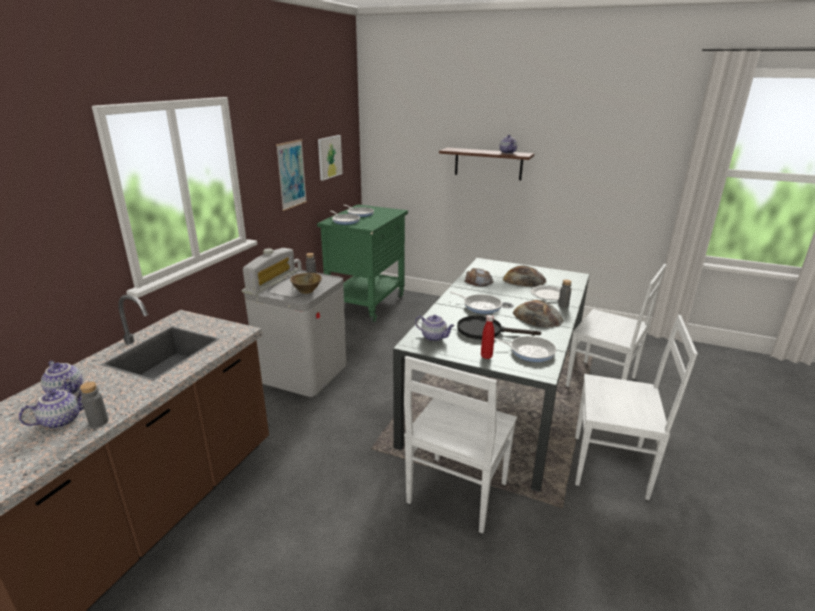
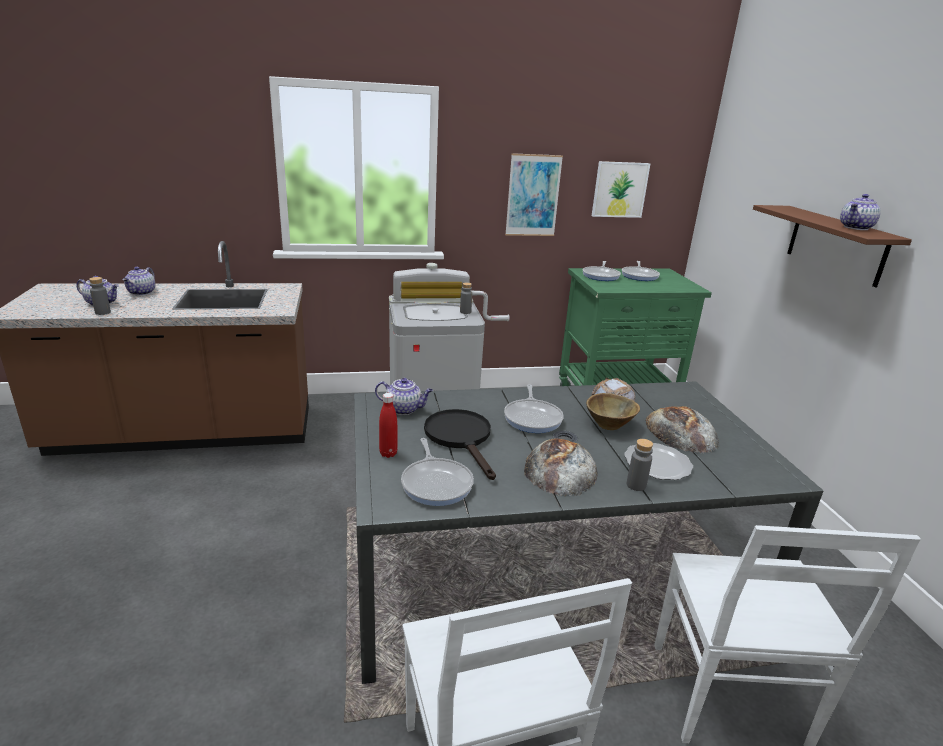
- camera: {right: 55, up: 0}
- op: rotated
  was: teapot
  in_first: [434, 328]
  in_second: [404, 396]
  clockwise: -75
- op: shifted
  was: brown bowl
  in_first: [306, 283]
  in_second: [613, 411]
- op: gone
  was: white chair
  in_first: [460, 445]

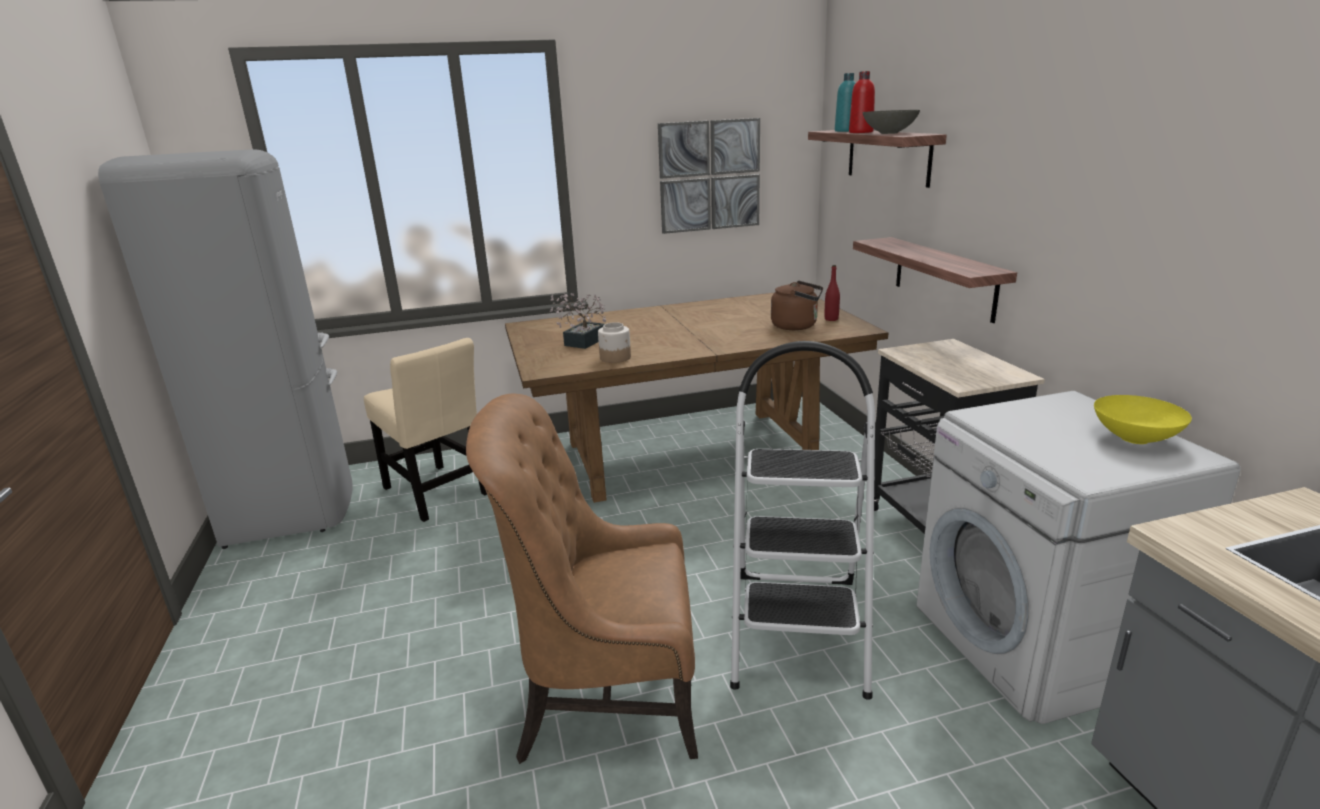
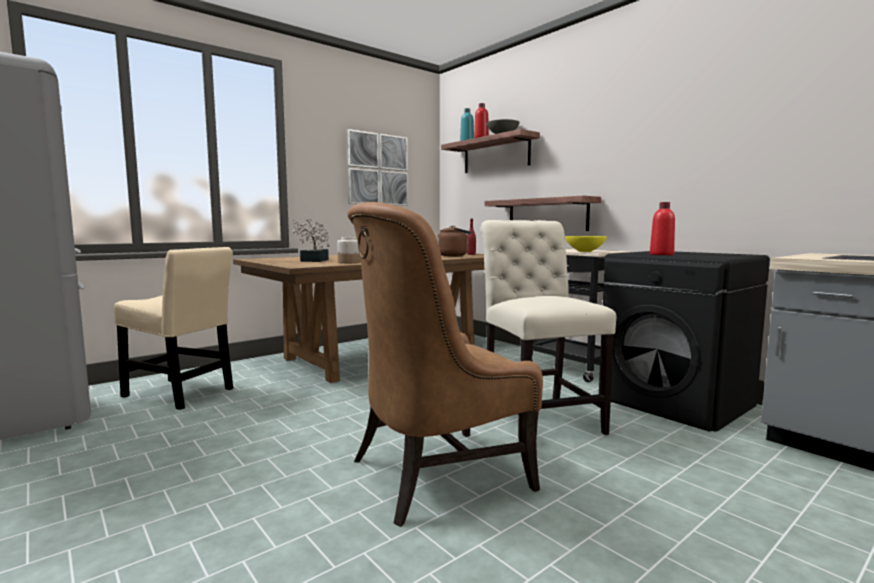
- camera: {right: -25, up: -15}
- op: swapped
  was: step ladder
  now: beige chair
  in_first: [802, 520]
  in_second: [548, 327]
- op: shifted
  was: yellow bowl
  in_first: [1143, 419]
  in_second: [586, 244]
- op: repainted
  was: white washing machine
  now: black washing machine
  in_first: [1078, 557]
  in_second: [684, 341]
- op: new
  now: red bottle
  in_second: [662, 228]

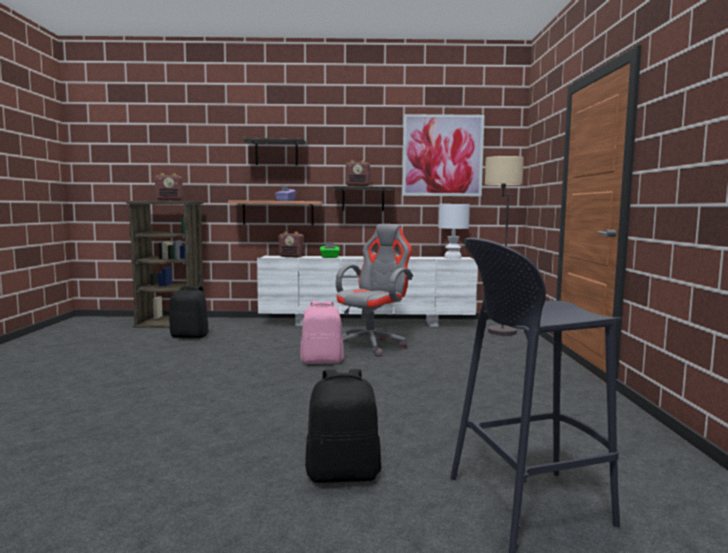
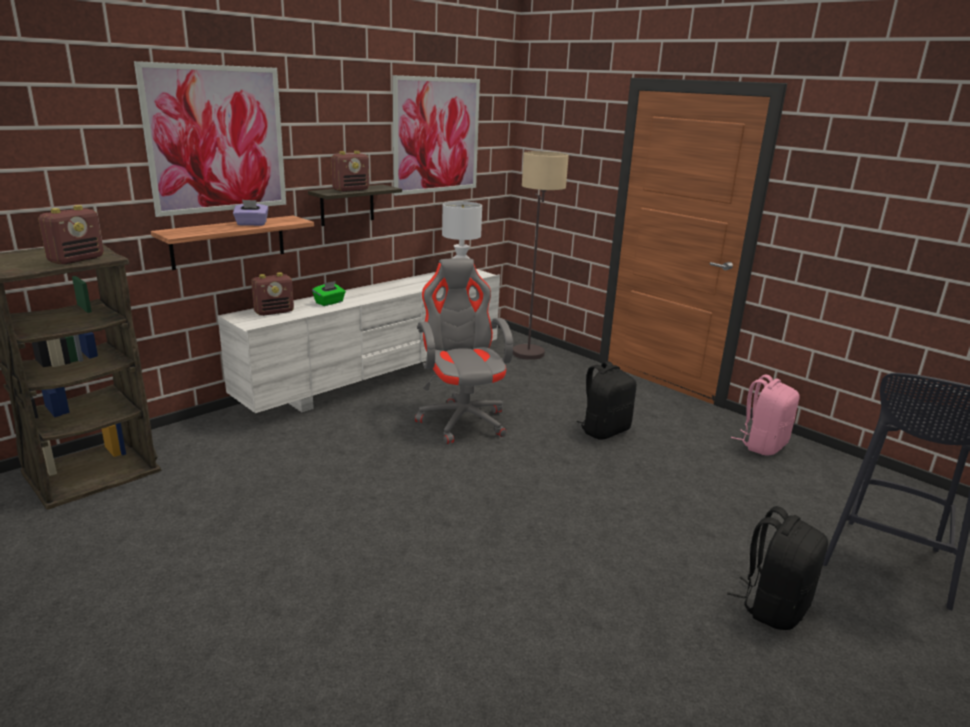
- camera: {right: -45, up: 15}
- op: swapped
  was: shelf
  now: picture
  in_first: [274, 151]
  in_second: [210, 139]
- op: shifted
  was: black backpack
  in_first: [189, 312]
  in_second: [606, 400]
- op: shifted
  was: pink backpack
  in_first: [322, 332]
  in_second: [765, 414]

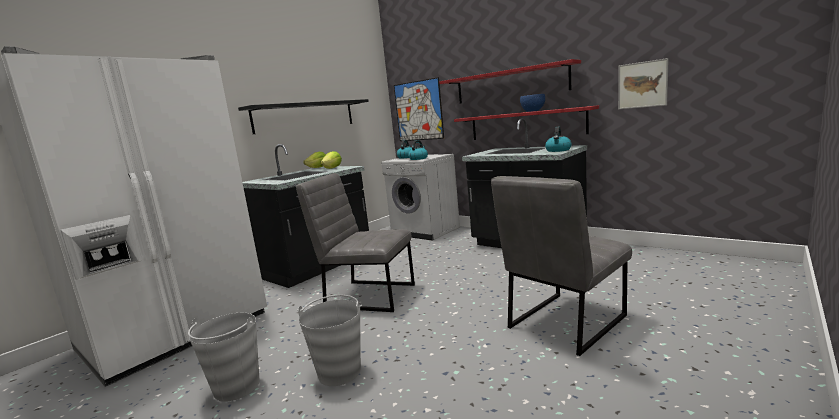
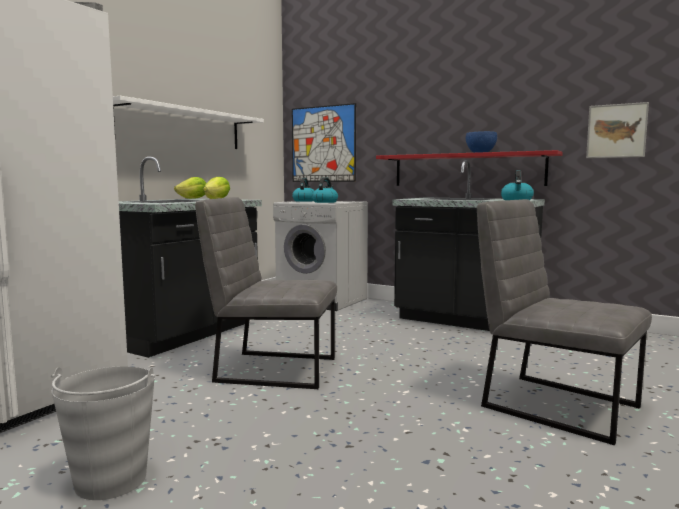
- camera: {right: -10, up: -5}
- op: repainted
  was: black shelf
  now: white shelf
  in_first: [303, 116]
  in_second: [188, 122]
- op: rotated
  was: grey chair
  in_first: [561, 266]
  in_second: [564, 322]
  clockwise: 90
- op: gone
  was: grey bucket
  in_first: [330, 340]
- op: gone
  was: red shelf
  in_first: [510, 81]

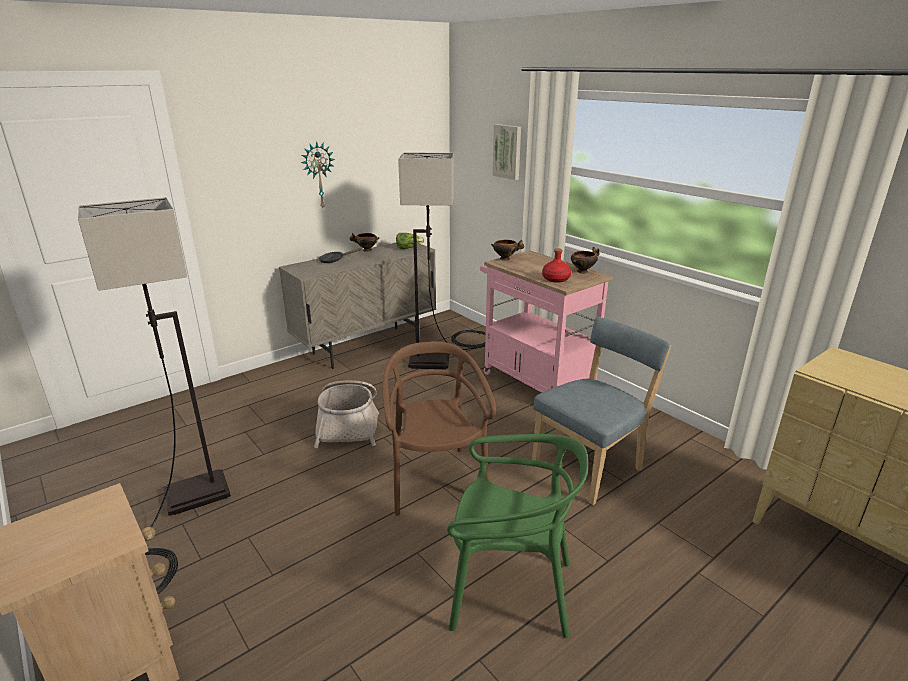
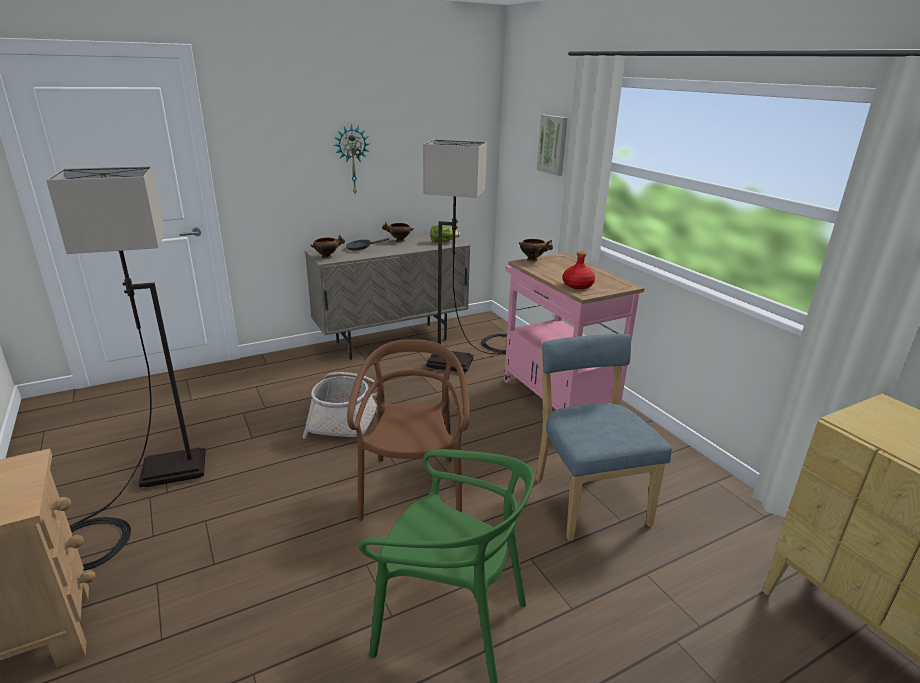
- camera: {right: 10, up: 0}
- op: shifted
  was: bowl
  in_first: [585, 260]
  in_second: [328, 247]
- op: rotated
  was: blue chair
  in_first: [601, 411]
  in_second: [603, 437]
  clockwise: -75

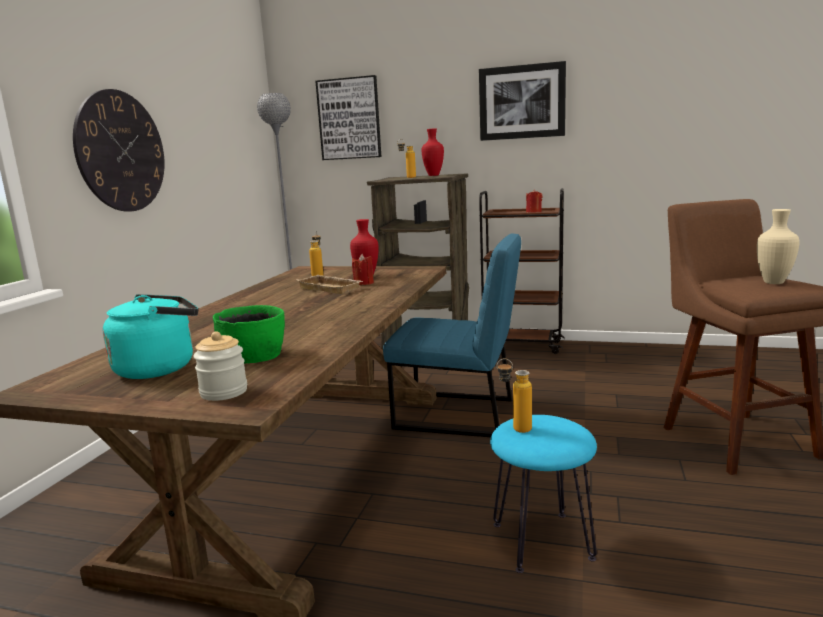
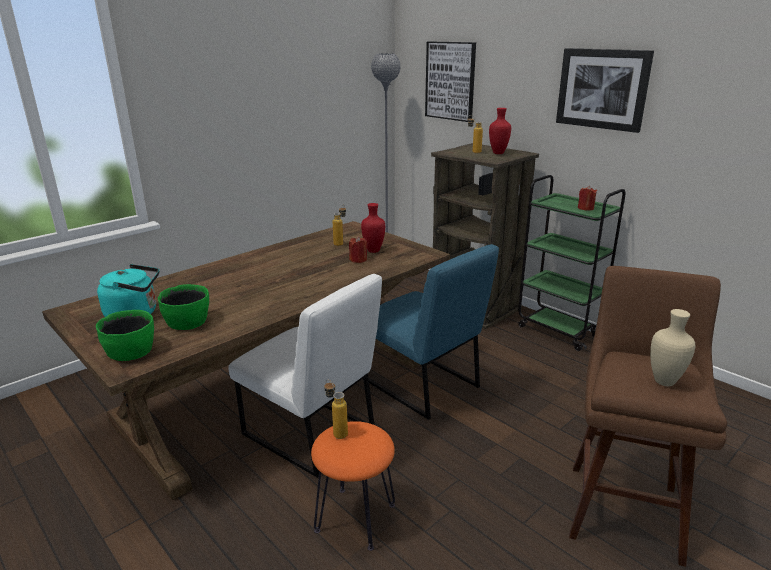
- camera: {right: 30, up: 10}
- op: swapped
  was: jar
  now: green bowl
  in_first: [220, 366]
  in_second: [125, 335]
- op: new
  now: white chair
  in_second: [305, 376]
- op: repainted
  was: turquoise stool
  now: orange stool
  in_first: [543, 494]
  in_second: [353, 486]
- op: repainted
  was: brown cart
  now: green cart
  in_first: [522, 271]
  in_second: [571, 263]
- op: gone
  was: wall clock
  in_first: [119, 150]
- op: gone
  was: beige tray
  in_first: [329, 284]

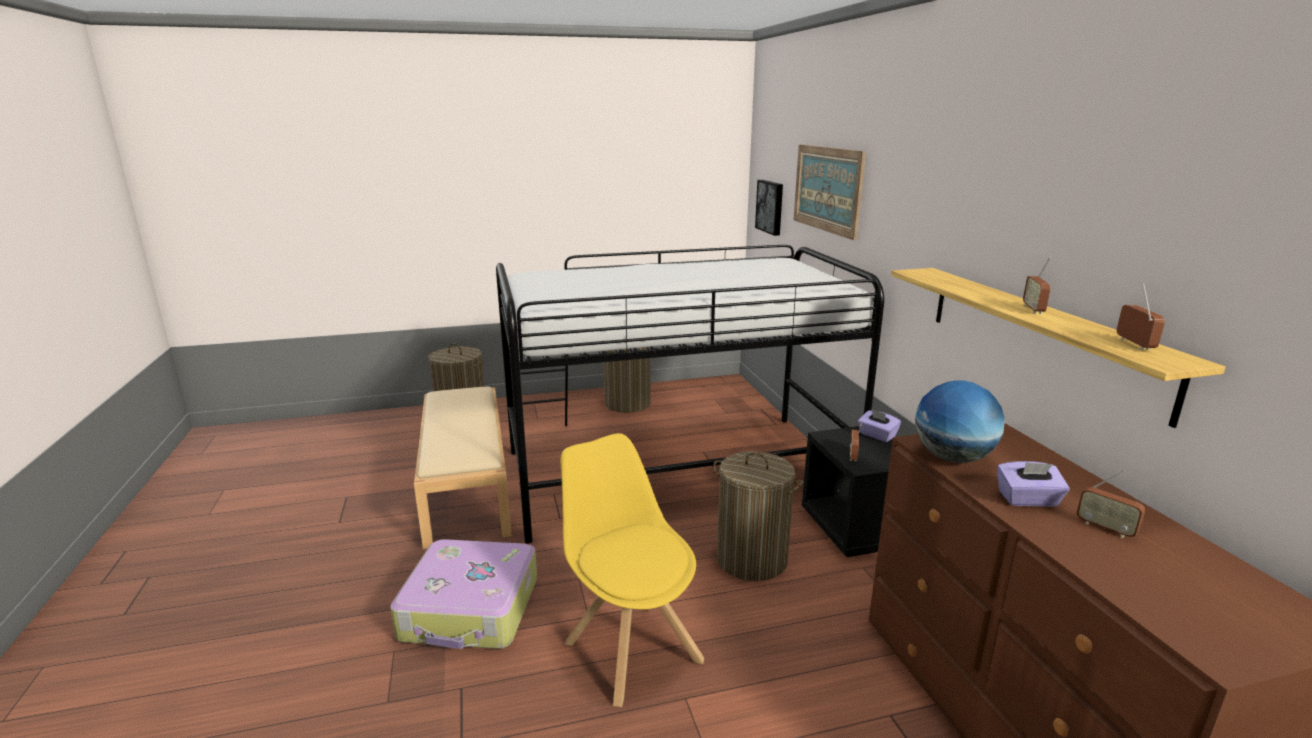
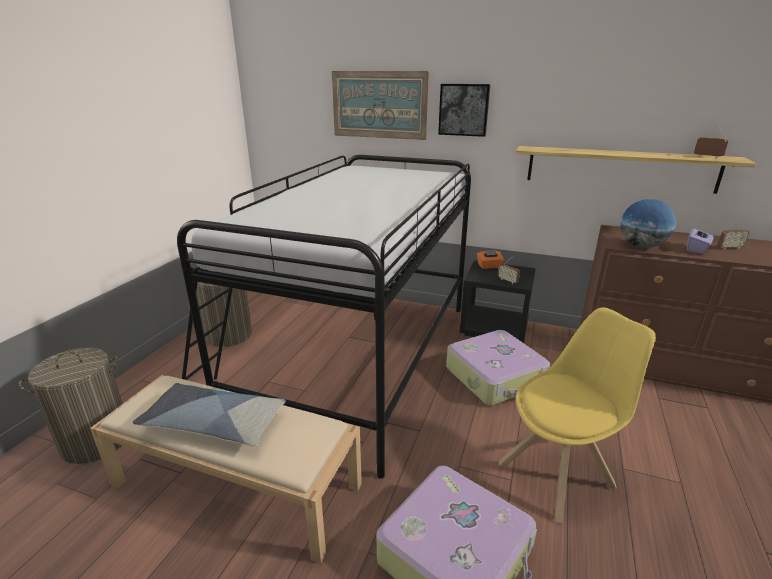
- camera: {right: -55, up: 5}
- op: new
  now: pillow
  in_second: [209, 415]
- op: shifted
  was: picture
  in_first: [769, 208]
  in_second: [464, 110]
- op: swapped
  was: laundry basket
  now: suitcase
  in_first: [758, 516]
  in_second: [498, 367]
- op: repainted
  was: purple tissue box
  now: orange tissue box
  in_first: [879, 425]
  in_second: [490, 259]
- op: rotated
  was: yellow chair
  in_first: [632, 570]
  in_second: [577, 415]
  clockwise: 150
- op: gone
  was: radio
  in_first: [1037, 285]

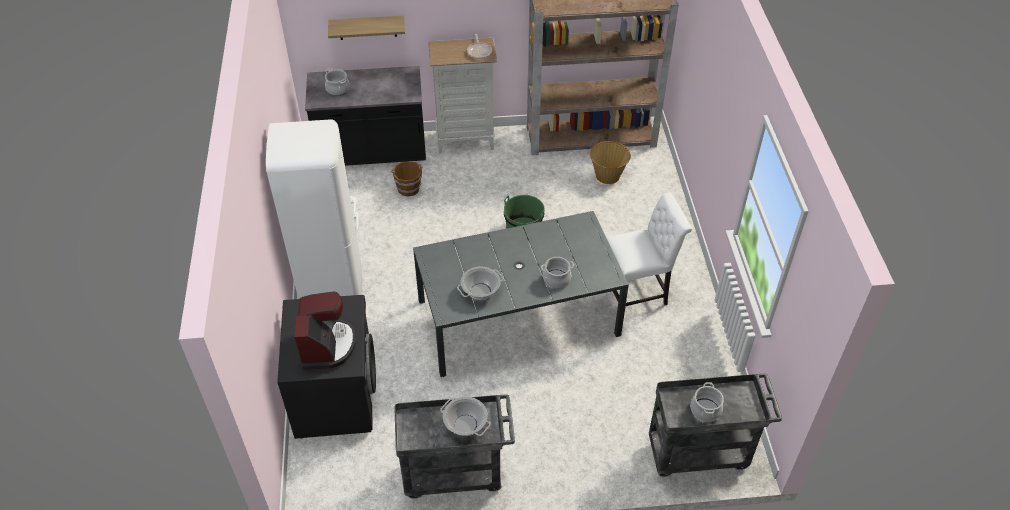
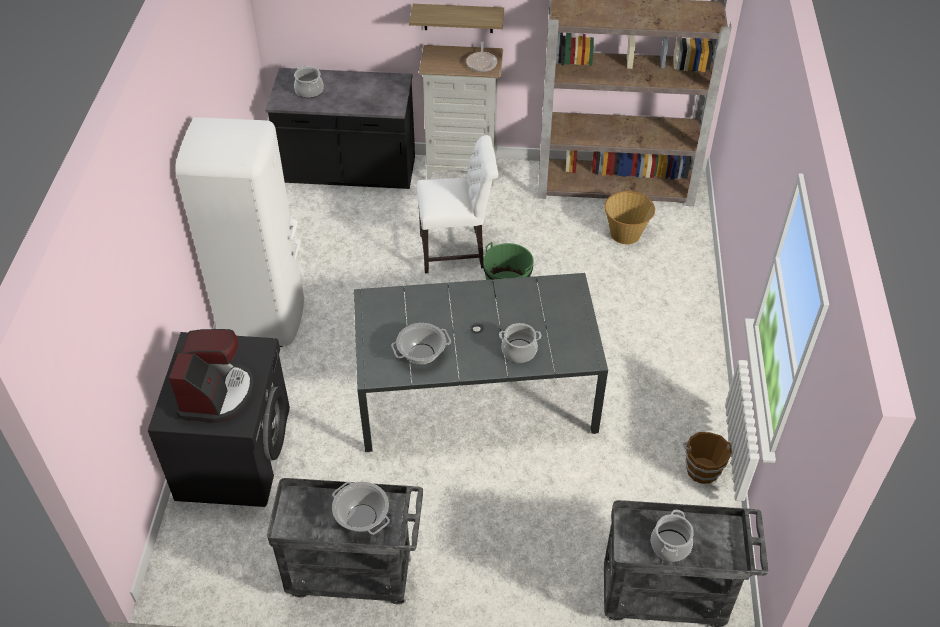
- camera: {right: 10, up: 0}
- op: shifted
  was: shelf
  in_first: [366, 28]
  in_second: [456, 18]
- op: shifted
  was: white chair
  in_first: [649, 249]
  in_second: [457, 204]
- op: shifted
  was: brown bucket
  in_first: [406, 179]
  in_second: [707, 458]

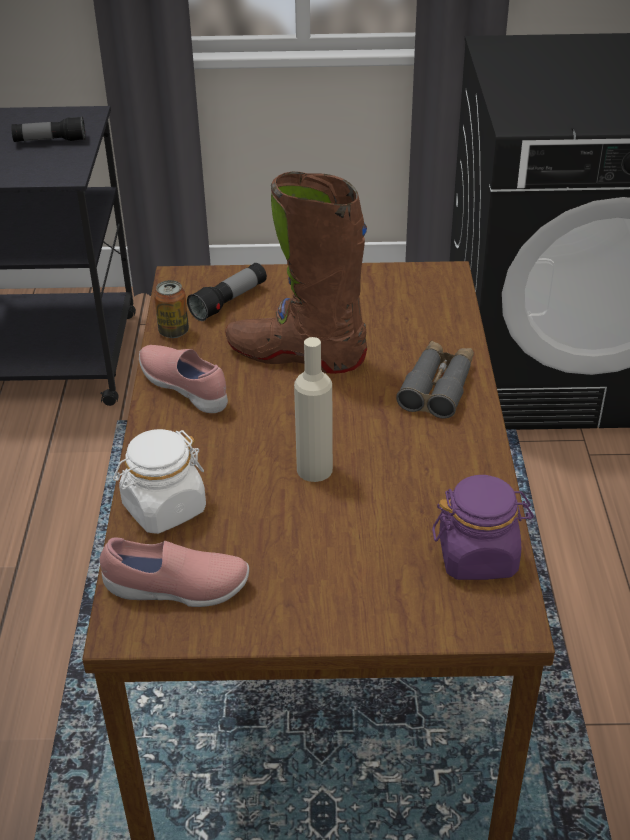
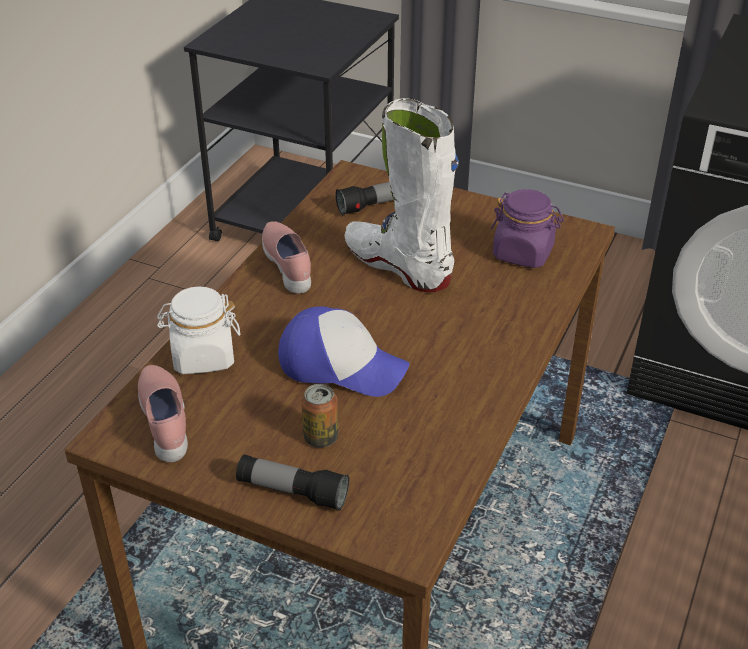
- camera: {right: 25, up: 0}
- op: rotated
  was: pink shoe
  in_first: [174, 572]
  in_second: [163, 413]
  clockwise: -135
- op: shifted
  was: flashlight
  in_first: [48, 129]
  in_second: [292, 482]
- op: swapped
  was: beige bottle
  now: cap
  in_first: [313, 409]
  in_second: [343, 351]
- op: shifted
  was: can
  in_first: [171, 309]
  in_second: [319, 416]
- op: repainted
  was: brown boot
  now: white boot
  in_first: [296, 273]
  in_second: [401, 195]
- op: shifted
  was: purple jar
  in_first: [483, 527]
  in_second: [527, 228]
- op: gone
  was: grey binoculars
  in_first: [435, 380]

